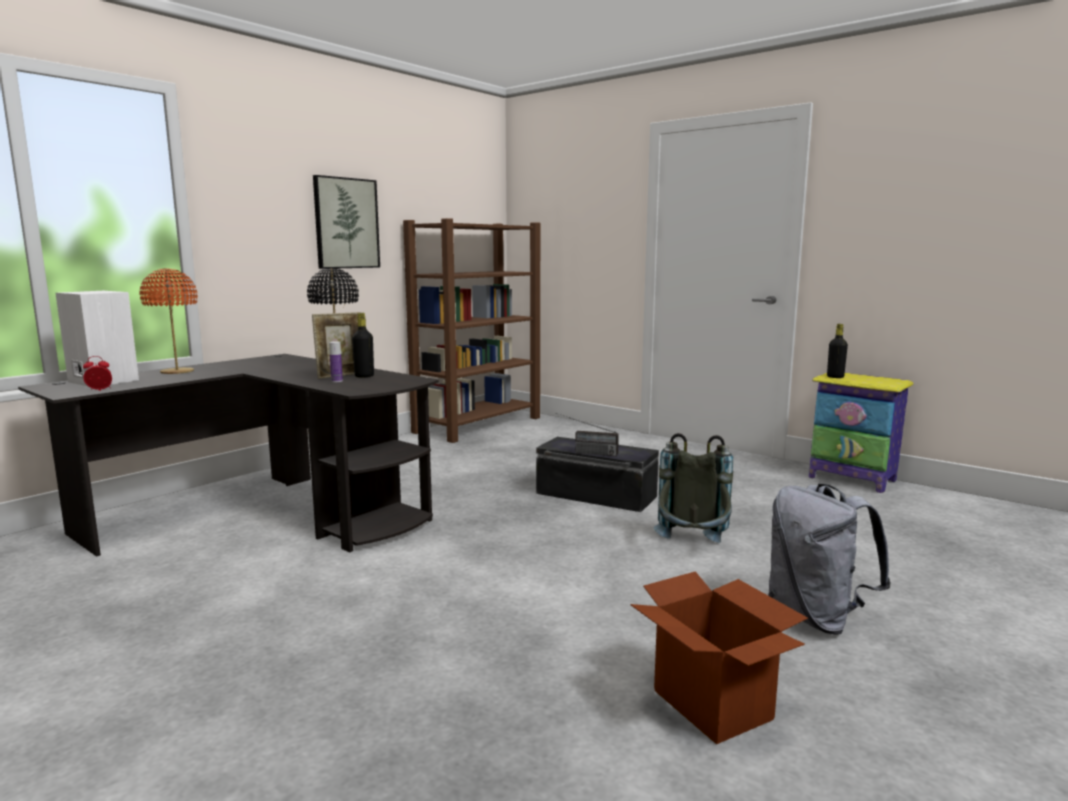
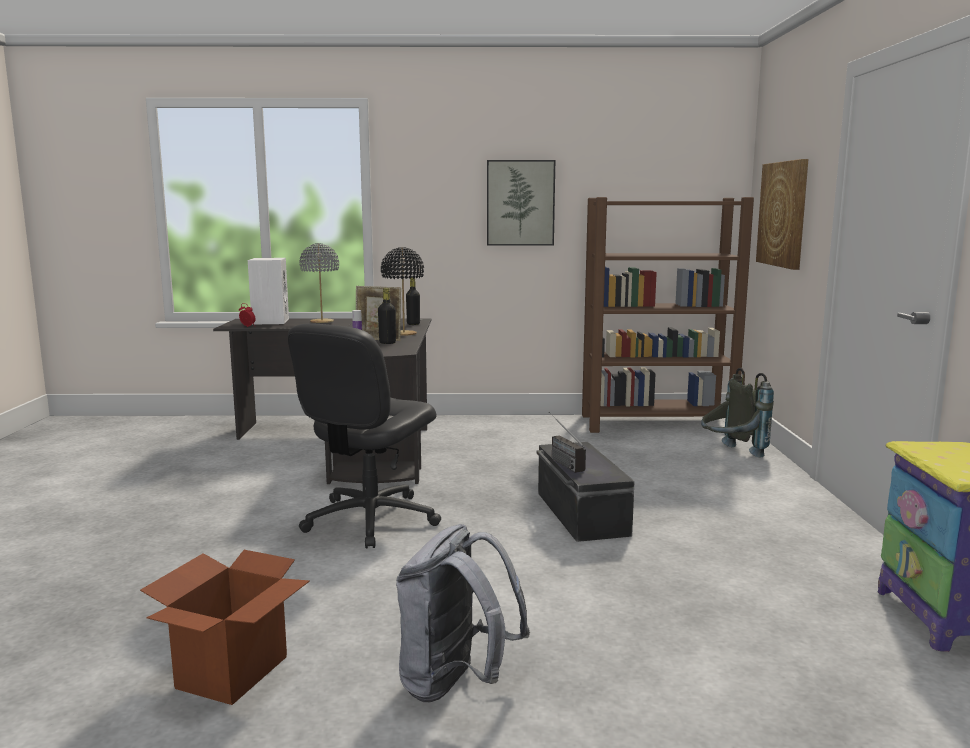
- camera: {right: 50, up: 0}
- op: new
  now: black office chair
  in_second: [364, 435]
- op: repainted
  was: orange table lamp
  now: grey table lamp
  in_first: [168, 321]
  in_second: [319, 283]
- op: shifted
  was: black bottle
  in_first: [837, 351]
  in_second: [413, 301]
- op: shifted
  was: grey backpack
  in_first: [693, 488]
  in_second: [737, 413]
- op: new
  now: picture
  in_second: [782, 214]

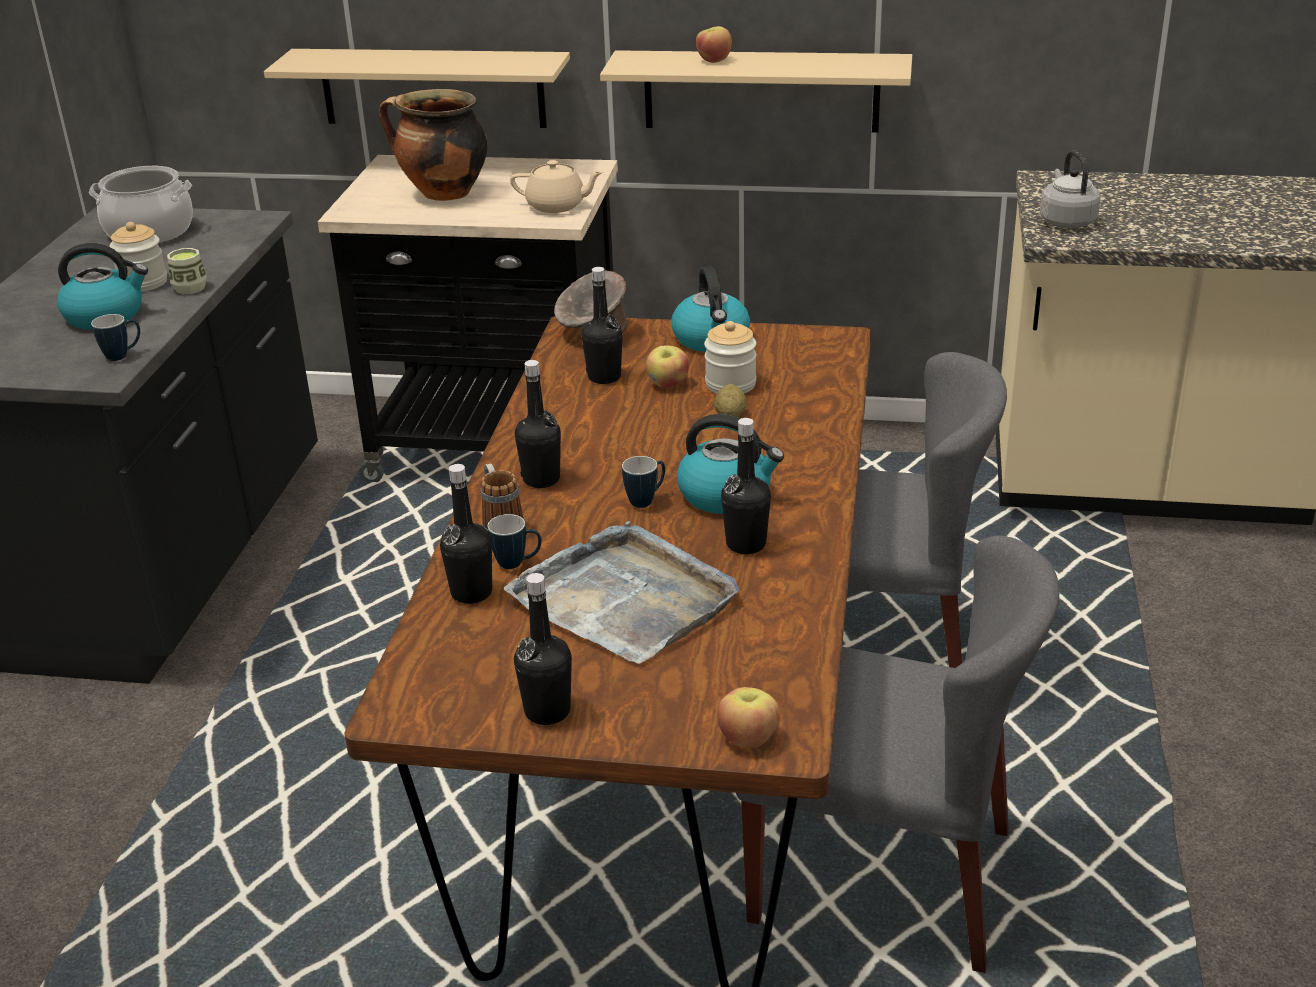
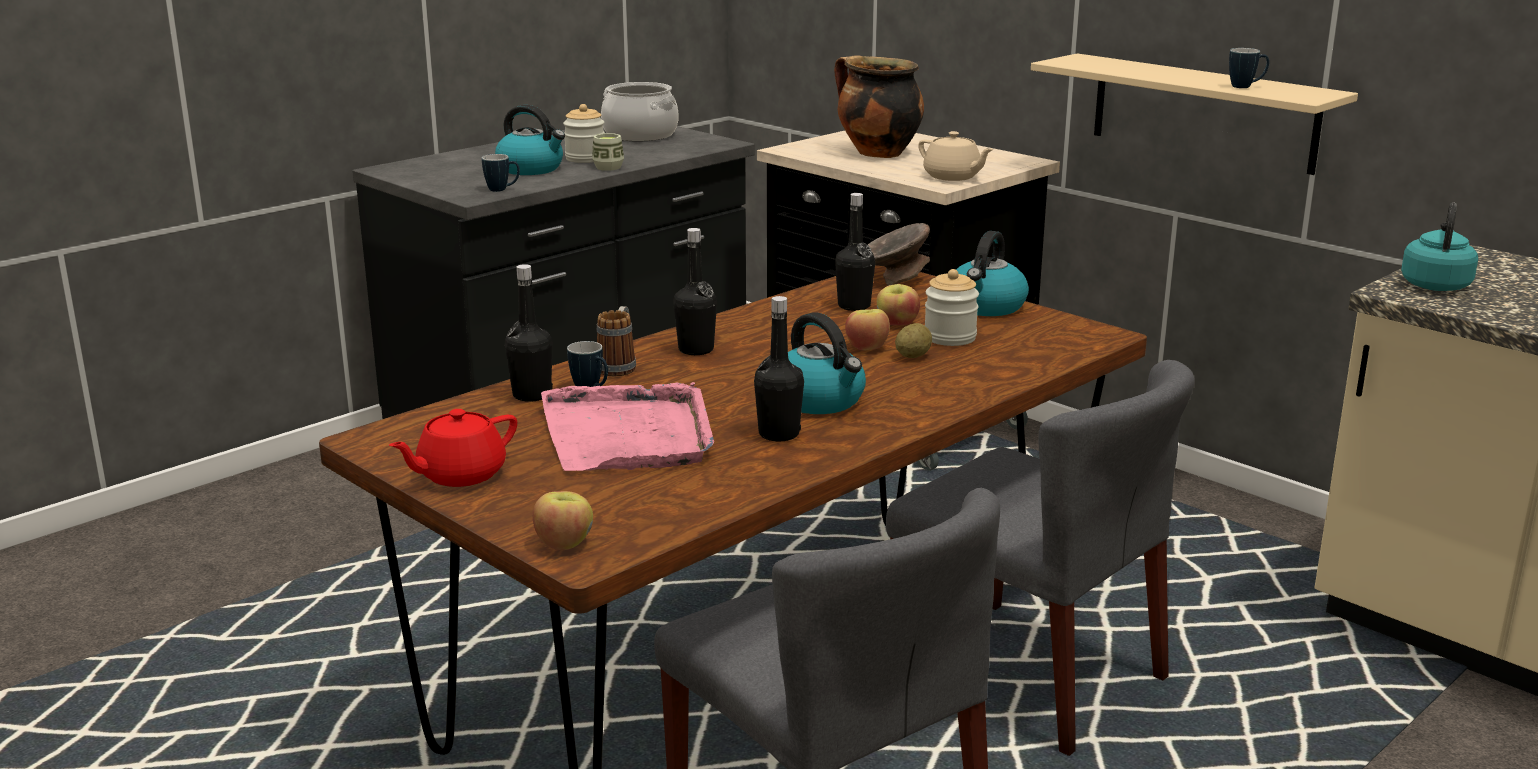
- camera: {right: 35, up: -10}
- op: swapped
  was: black bottle
  now: red teapot
  in_first: [543, 649]
  in_second: [453, 448]
- op: repainted
  was: grey tray
  now: pink tray
  in_first: [621, 592]
  in_second: [627, 426]
- op: shifted
  was: apple
  in_first: [714, 44]
  in_second: [867, 329]
- op: shifted
  was: mug
  in_first: [643, 482]
  in_second: [1249, 68]
- op: repainted
  was: grey kettle
  now: turquoise kettle
  in_first: [1070, 189]
  in_second: [1439, 246]
- op: gone
  was: beige shelf
  in_first: [417, 88]

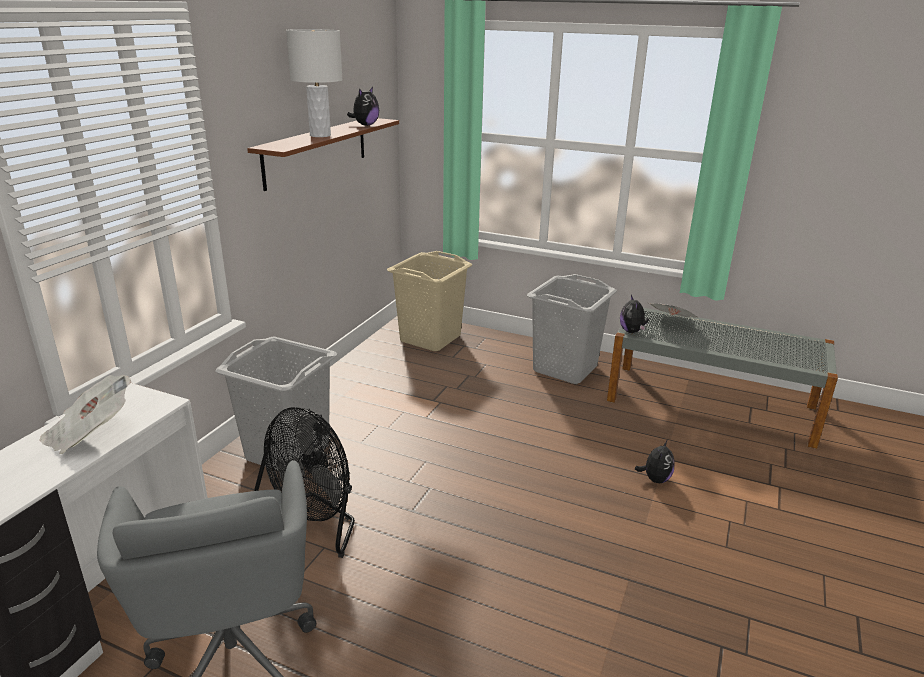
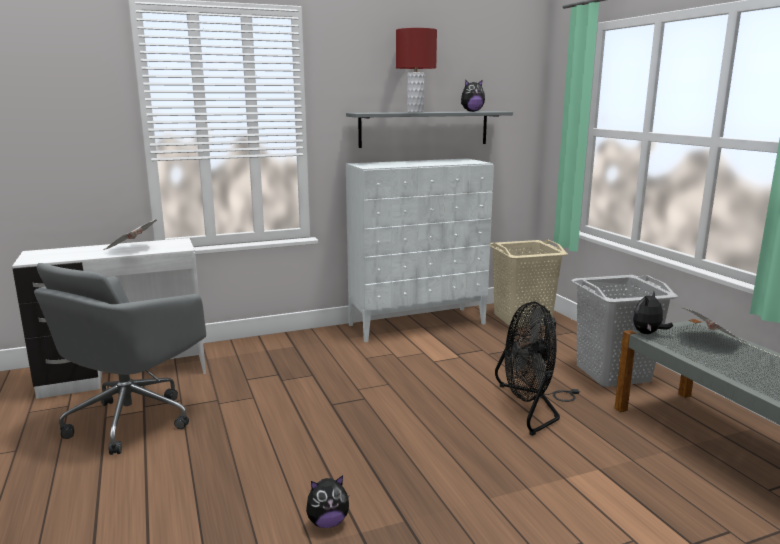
- camera: {right: 45, up: -10}
- op: shifted
  was: plush toy
  in_first: [655, 461]
  in_second: [327, 501]
- op: repainted
  was: brown shelf
  now: grey shelf
  in_first: [323, 154]
  in_second: [429, 129]
- op: new
  now: white dresser
  in_second: [420, 250]
- op: repainted
  was: white table lamp
  now: red table lamp
  in_first: [314, 83]
  in_second: [416, 70]
- op: shifted
  was: black fan
  in_first: [304, 482]
  in_second: [538, 369]
- op: gone
  was: grey laundry basket
  in_first: [276, 403]

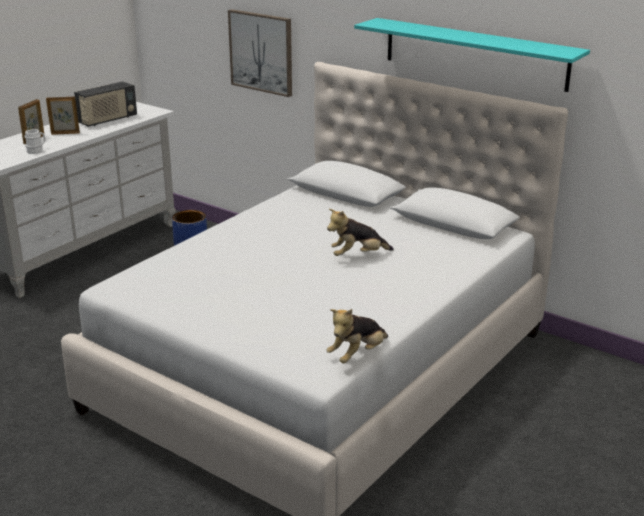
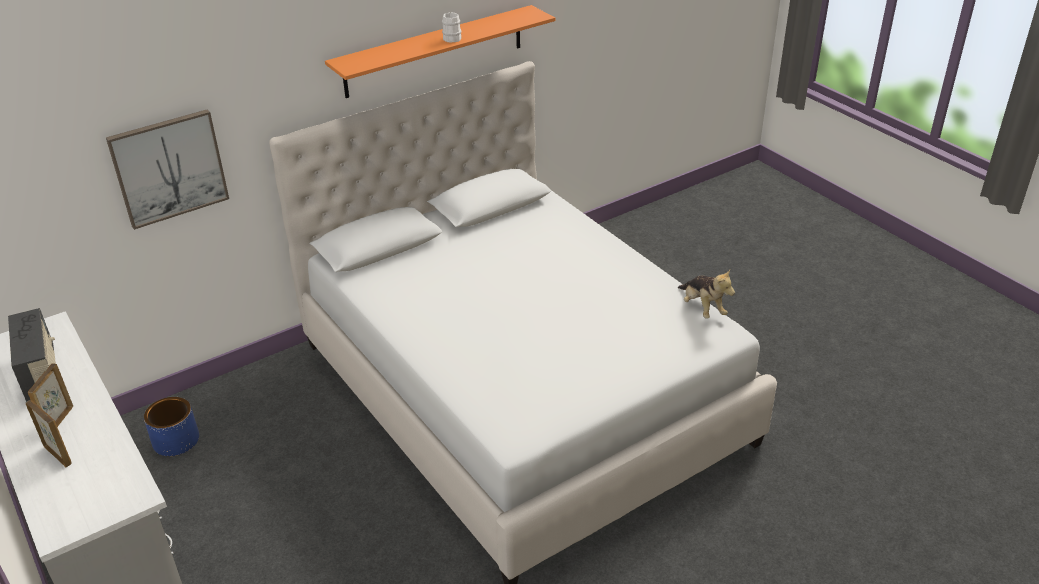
- camera: {right: -70, up: 10}
- op: repainted
  was: turquoise shelf
  now: orange shelf
  in_first: [472, 55]
  in_second: [440, 51]
- op: shifted
  was: white mug
  in_first: [35, 141]
  in_second: [451, 28]
- op: gone
  was: plush toy
  in_first: [360, 232]

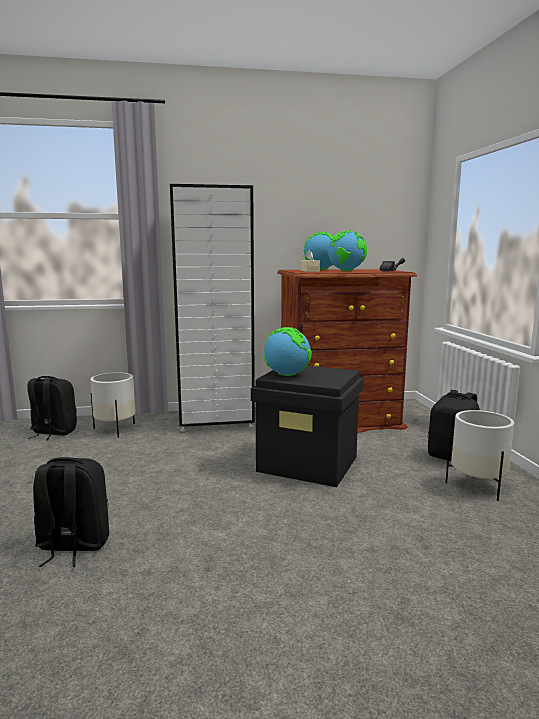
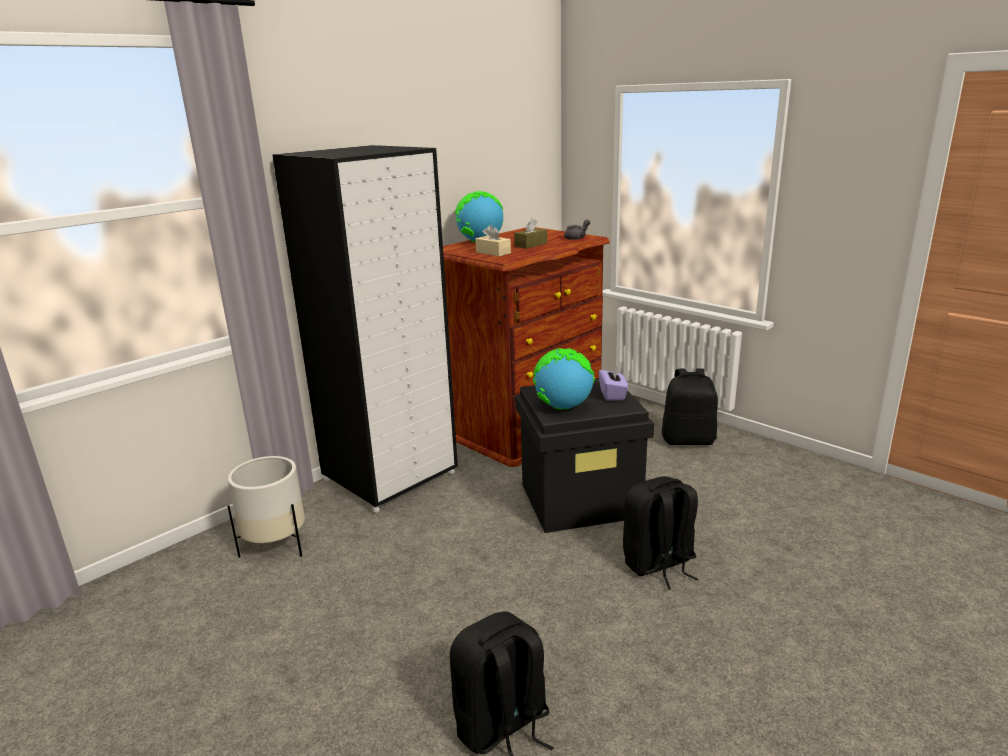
- camera: {right: -35, up: 10}
- op: swapped
  was: globe
  now: brown tissue box
  in_first: [347, 250]
  in_second: [530, 233]
- op: new
  now: purple tissue box
  in_second: [613, 383]
- op: shifted
  was: black backpack
  in_first: [52, 408]
  in_second: [661, 533]
- op: gone
  was: white planter
  in_first: [480, 455]

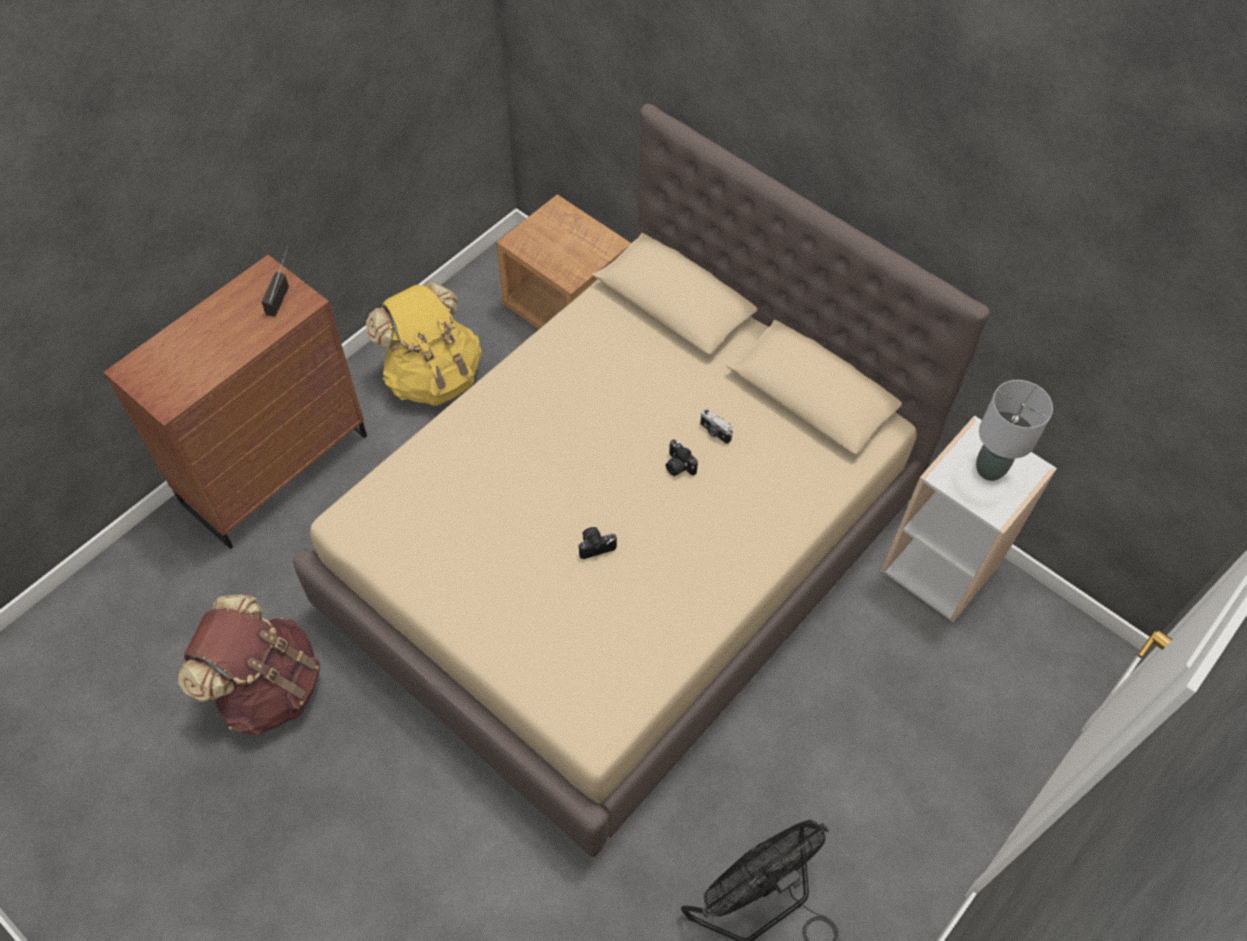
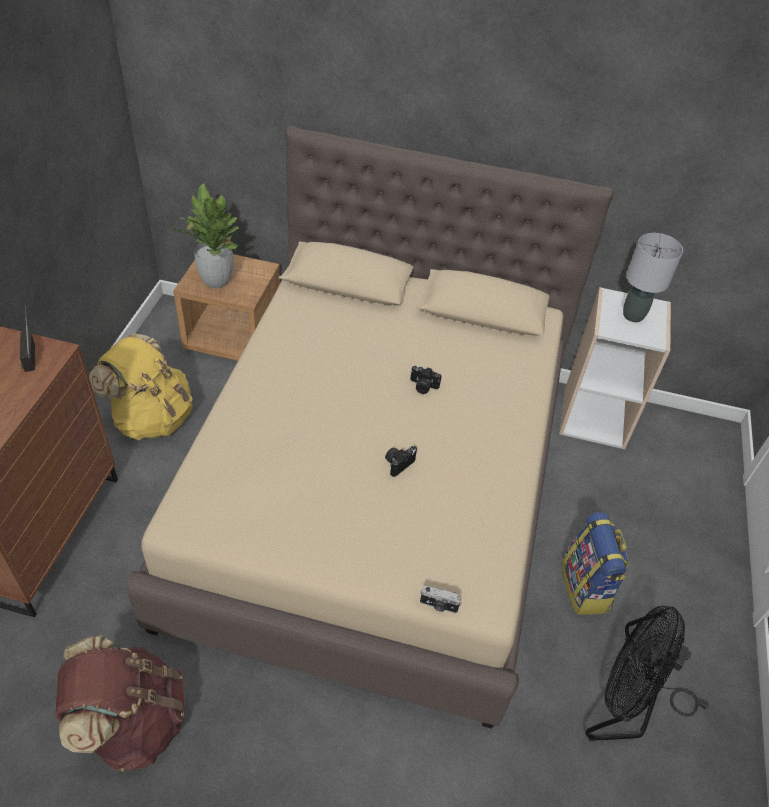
- camera: {right: -30, up: -10}
- op: new
  now: potted plant
  in_second: [205, 235]
- op: shifted
  was: photo camera
  in_first: [716, 426]
  in_second: [441, 599]
- op: new
  now: backpack
  in_second: [595, 563]

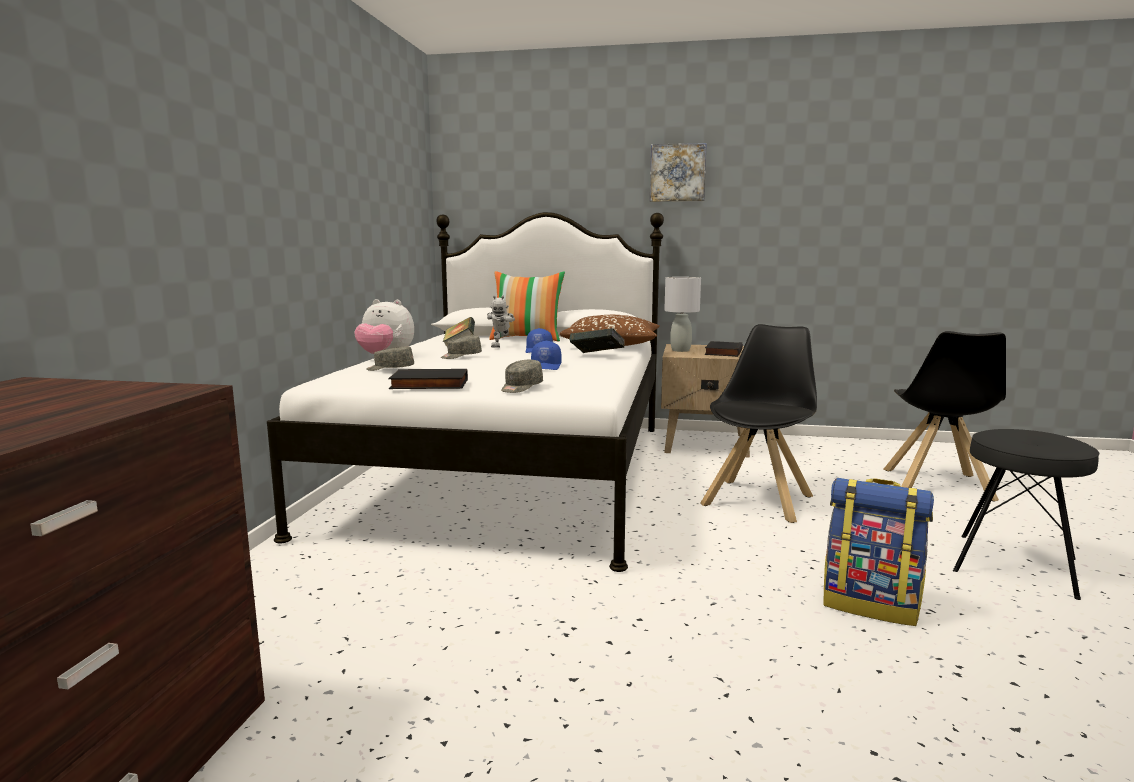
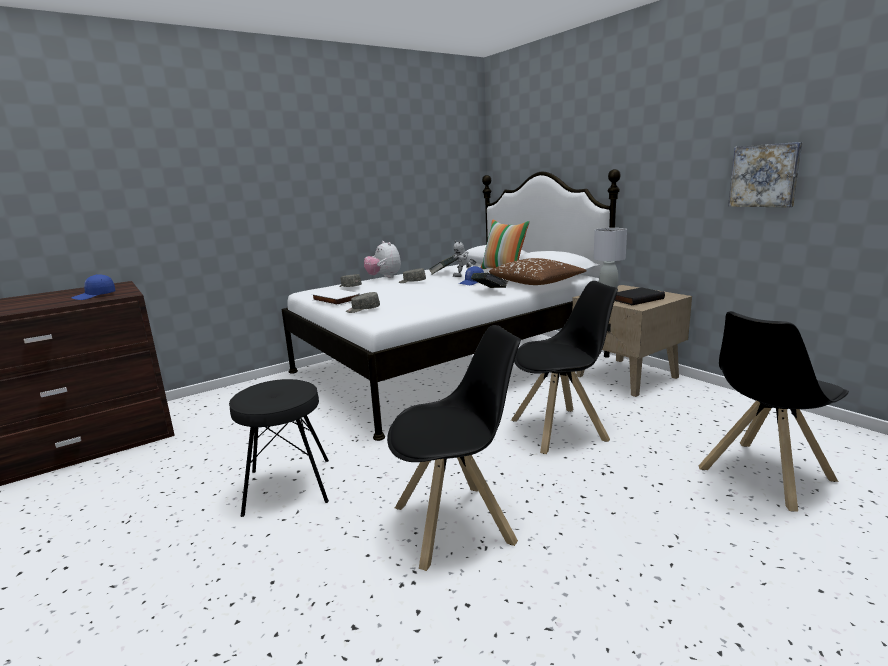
- camera: {right: 45, up: 5}
- op: shifted
  was: blue cap
  in_first: [546, 355]
  in_second: [93, 287]
- op: shifted
  was: black stool
  in_first: [1026, 514]
  in_second: [279, 448]
- op: repainted
  was: black book
  now: white book
  in_first: [428, 379]
  in_second: [336, 297]
- op: swapped
  was: backpack
  now: black chair
  in_first: [878, 552]
  in_second: [454, 448]
- op: shifted
  was: picture
  in_first: [678, 172]
  in_second: [765, 175]

